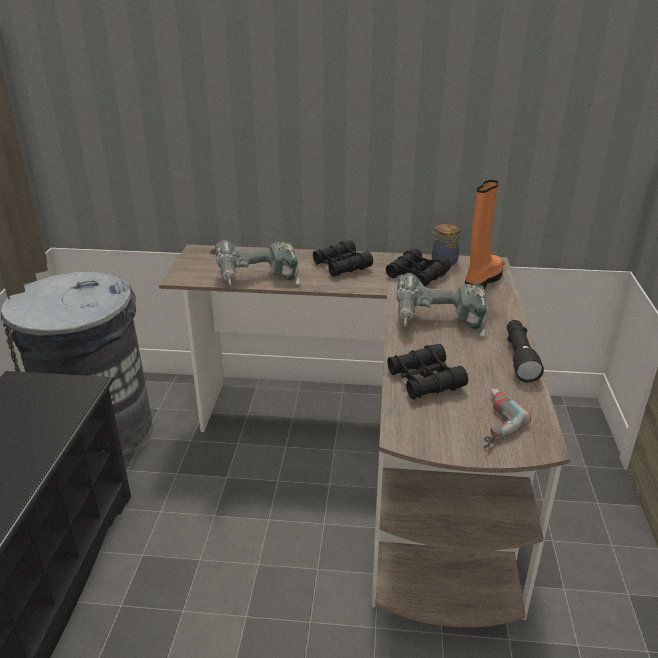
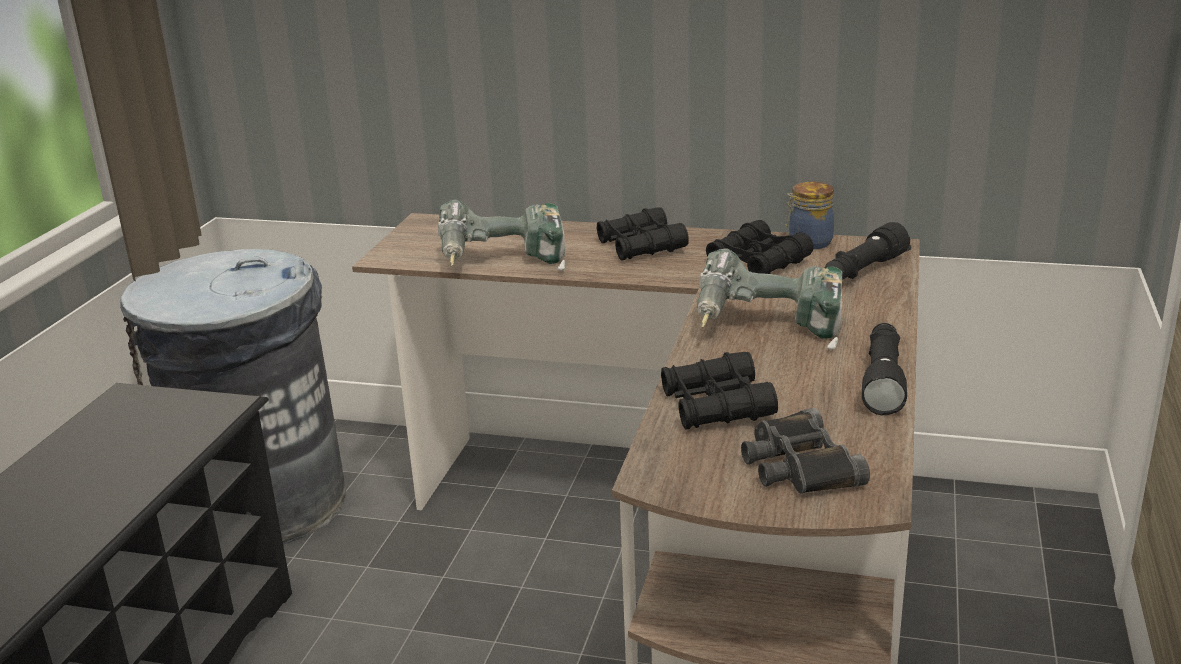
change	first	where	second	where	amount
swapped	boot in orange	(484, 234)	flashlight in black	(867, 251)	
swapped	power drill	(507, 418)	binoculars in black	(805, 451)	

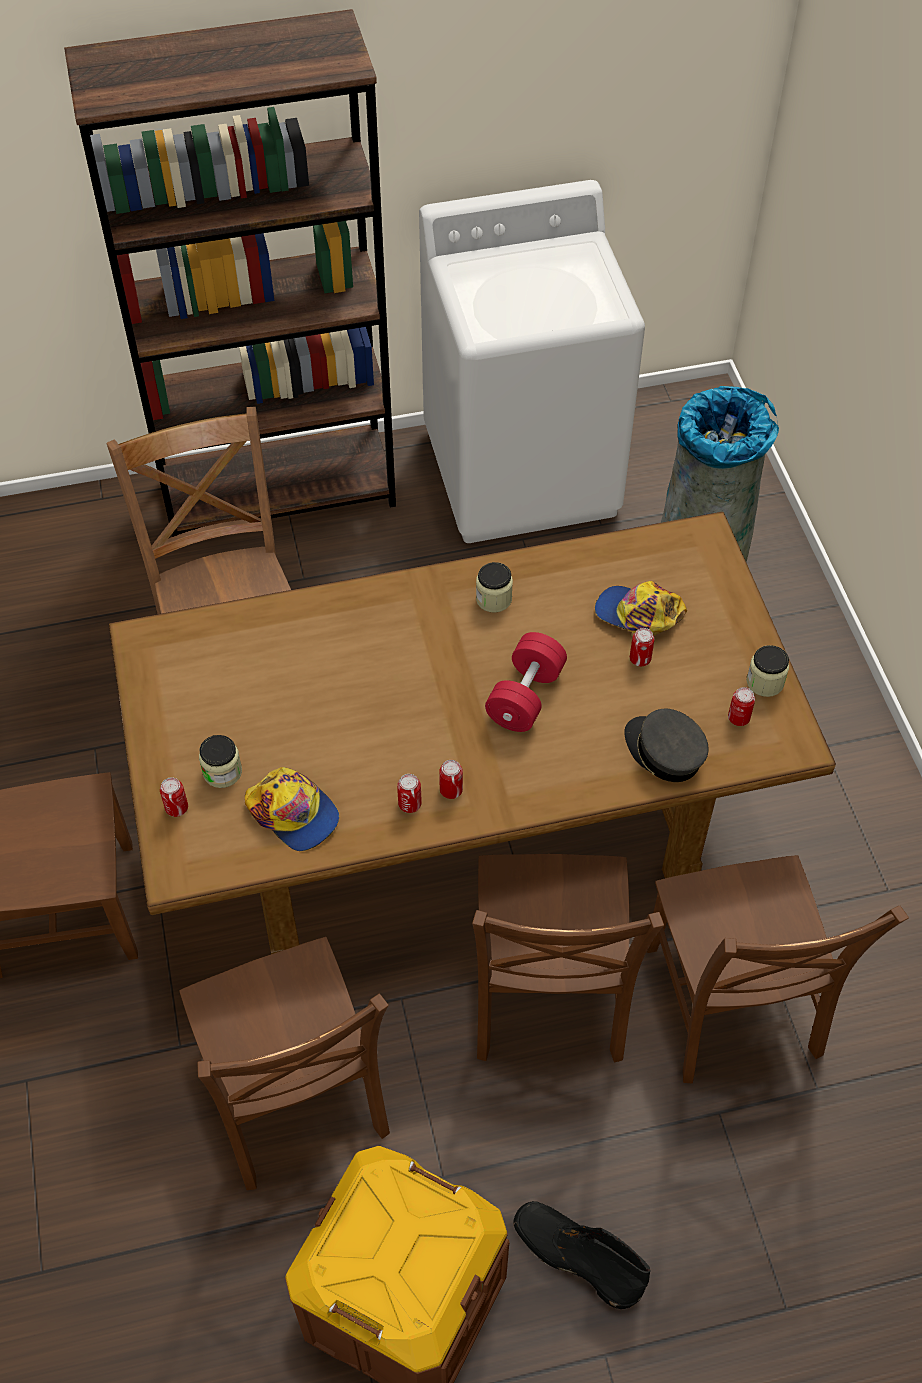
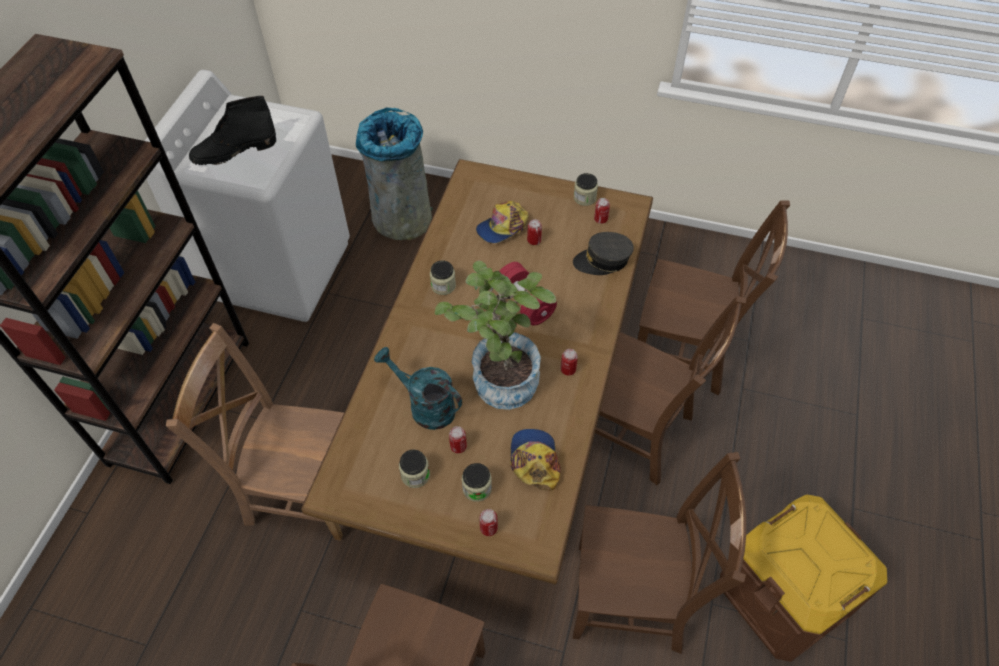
change	first	where	second	where	amount
rotated	cap	(292, 809)		(535, 459)	75 degrees counterclockwise
shifted	can	(409, 793)		(458, 439)	
shifted	boot in black	(582, 1255)		(232, 130)	
new			watering can in turquoise	(418, 388)	
new			jar	(414, 468)	
new			potted plant	(495, 335)	

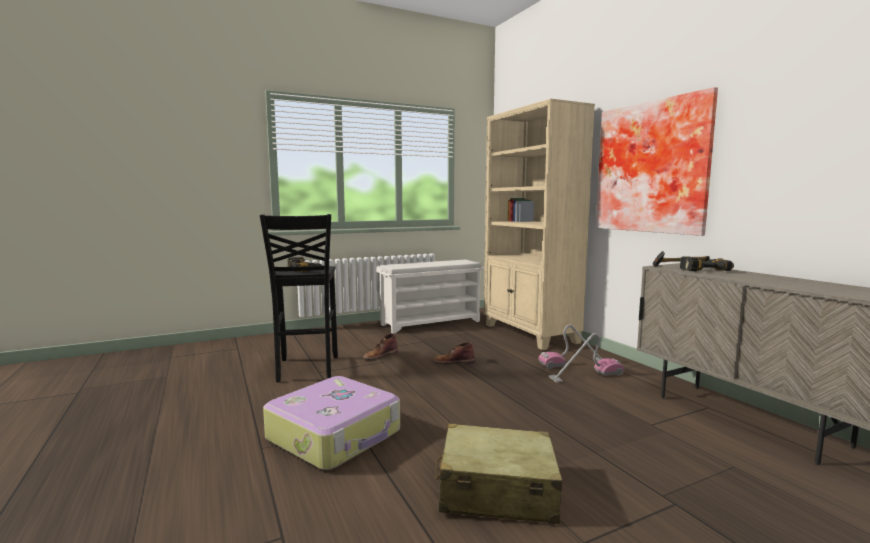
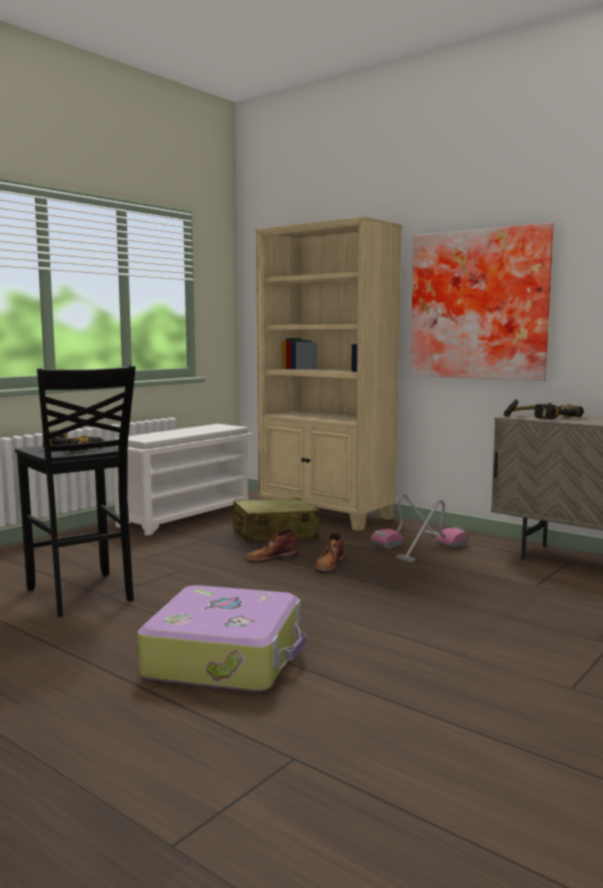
change	first	where	second	where	amount
shifted	boot in brown	(380, 346)		(329, 552)	
shifted	suitcase in beige	(499, 473)		(276, 520)	

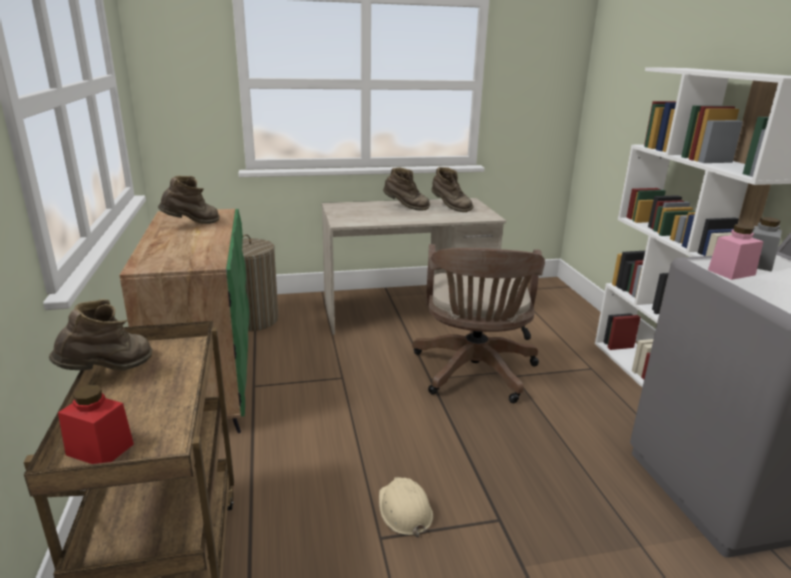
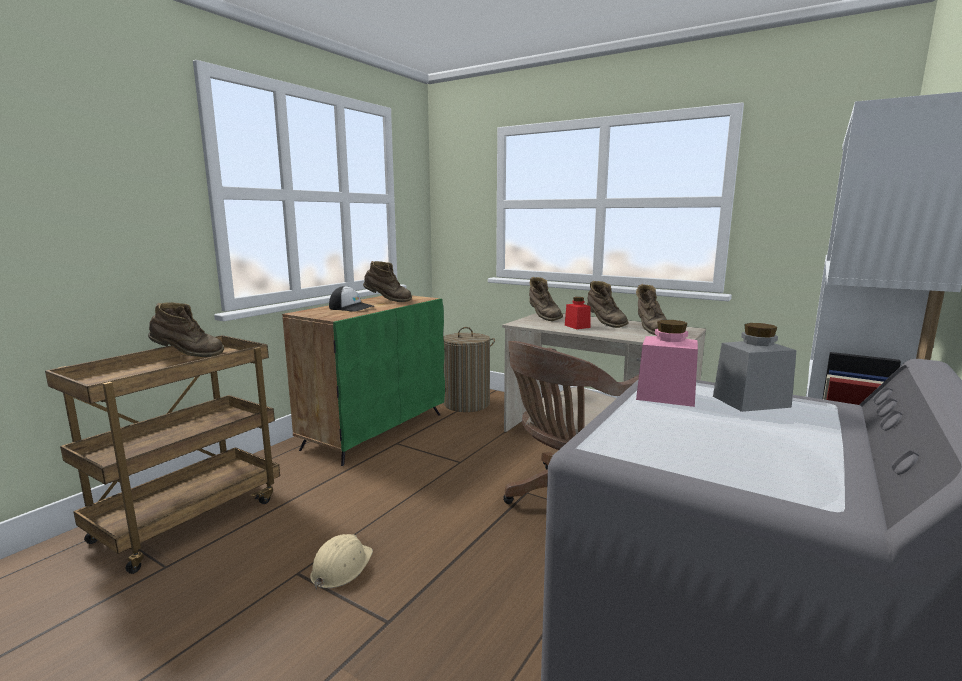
change	first	where	second	where	amount
shifted	jar in red	(96, 424)		(577, 313)	
new			cap	(351, 299)	
new			boot in brown	(546, 299)	

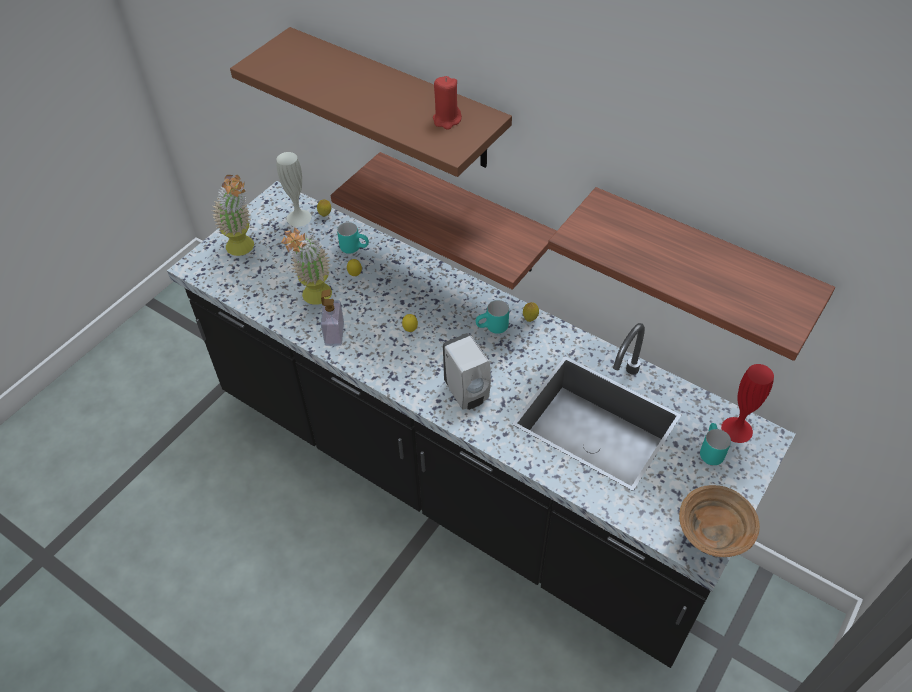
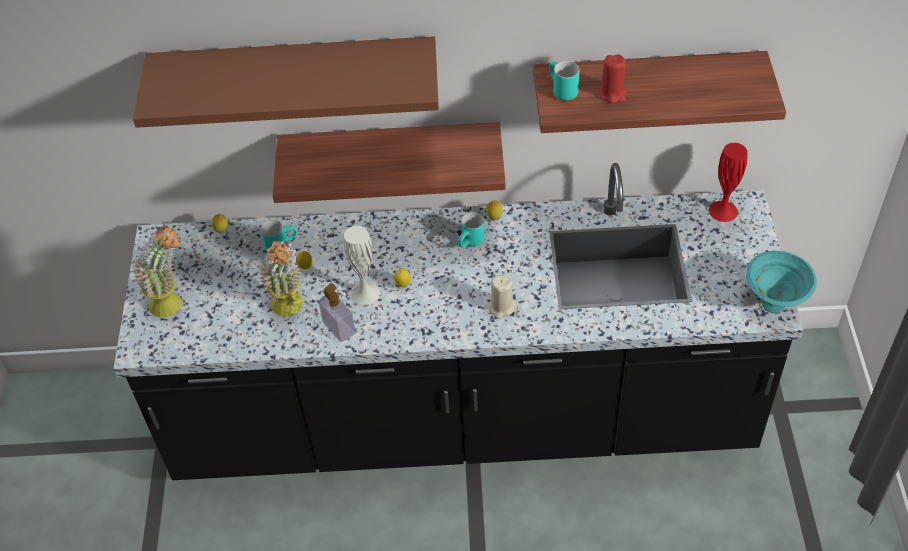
change	first	where	second	where	amount
shifted	vase in white	(294, 189)		(362, 265)	
shifted	candle in red	(447, 103)		(613, 78)	
swapped	soap dispenser in white	(467, 371)	candle in beige	(502, 297)	
repainted	bowl in brown	(719, 521)	bowl in turquoise	(781, 282)	
shifted	mug in turquoise	(715, 444)		(564, 81)	

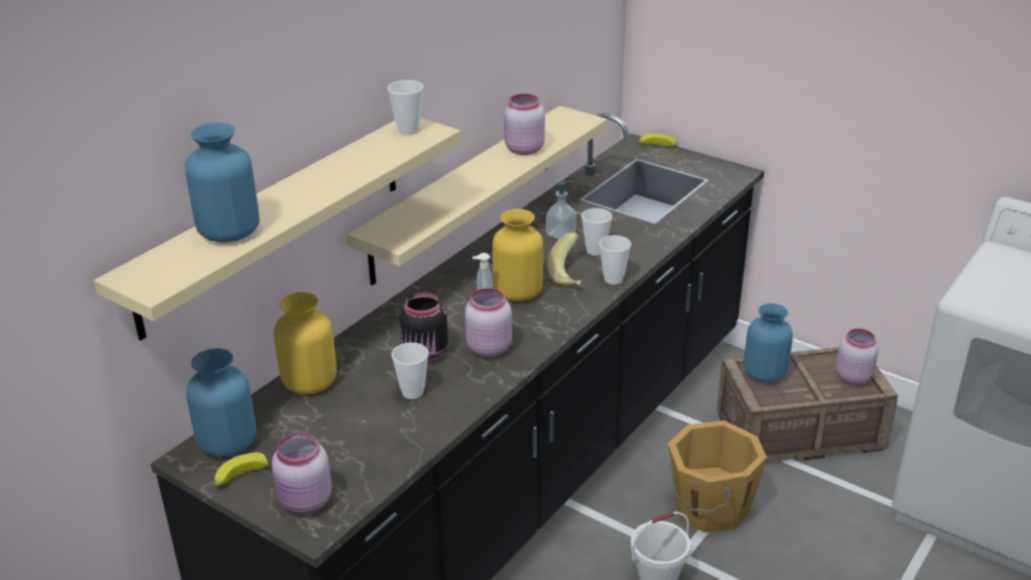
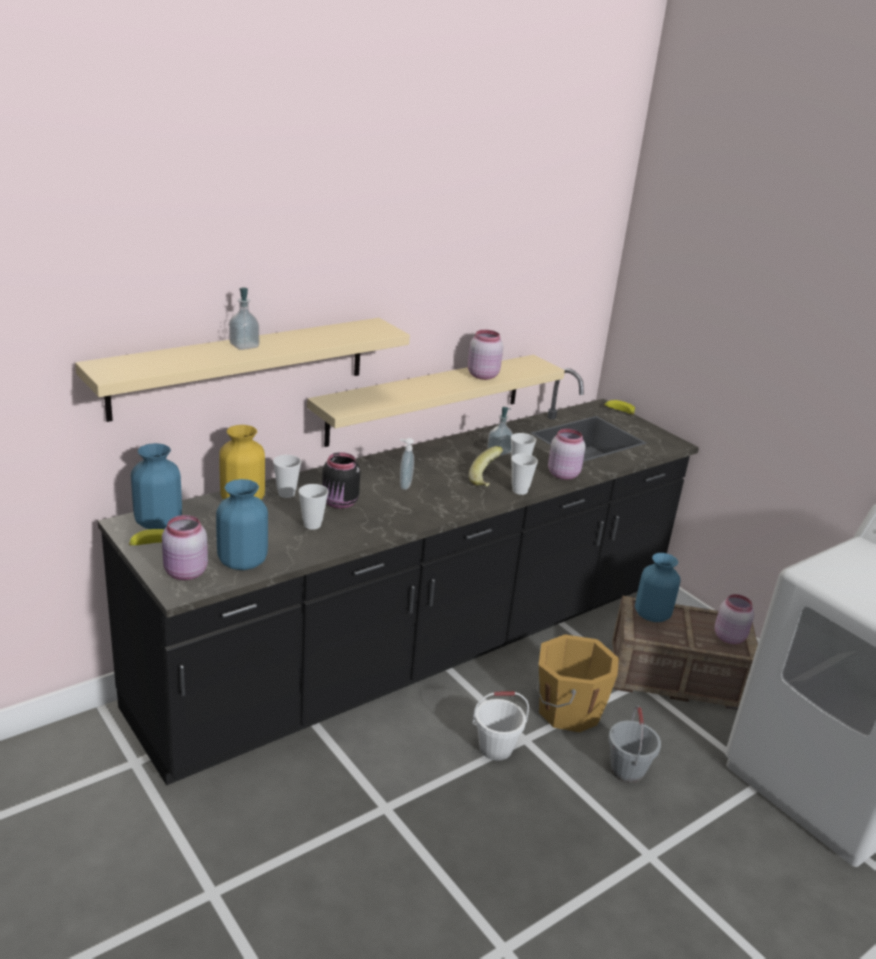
change	first	where	second	where	amount
shifted	vase in blue	(222, 182)		(242, 524)	
shifted	cup	(405, 107)		(287, 476)	
shifted	jar in pink	(488, 322)		(566, 454)	
gone	vase in yellow	(517, 255)			
new			soap dispenser	(244, 319)	
new			bucket in grey	(634, 744)	

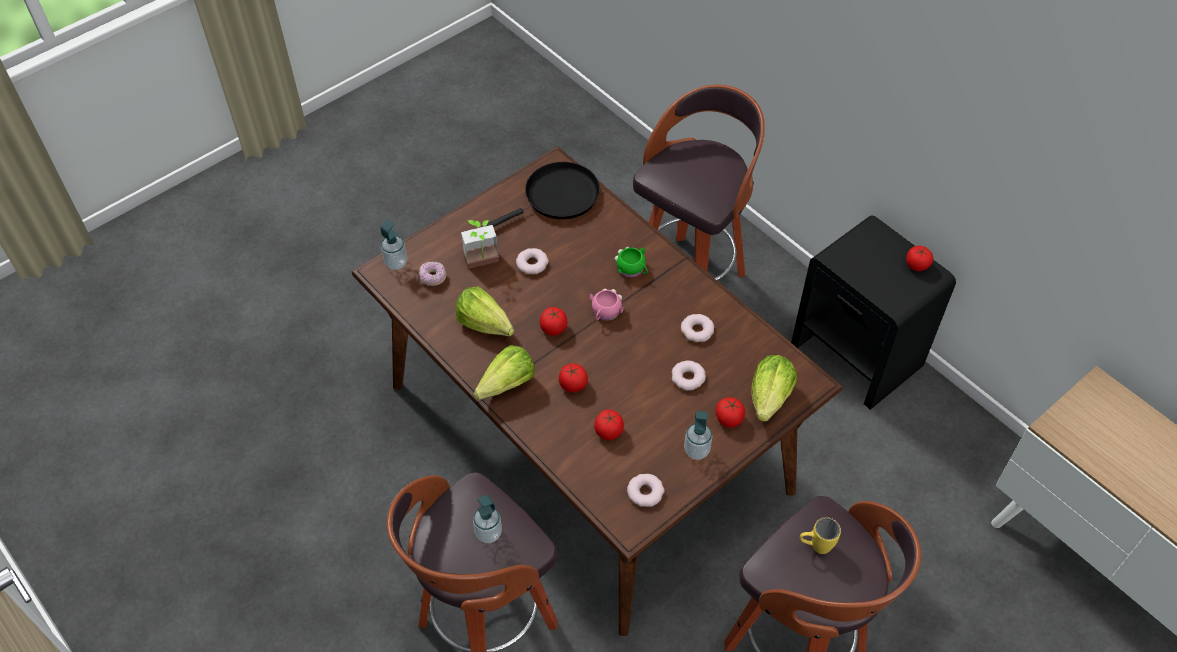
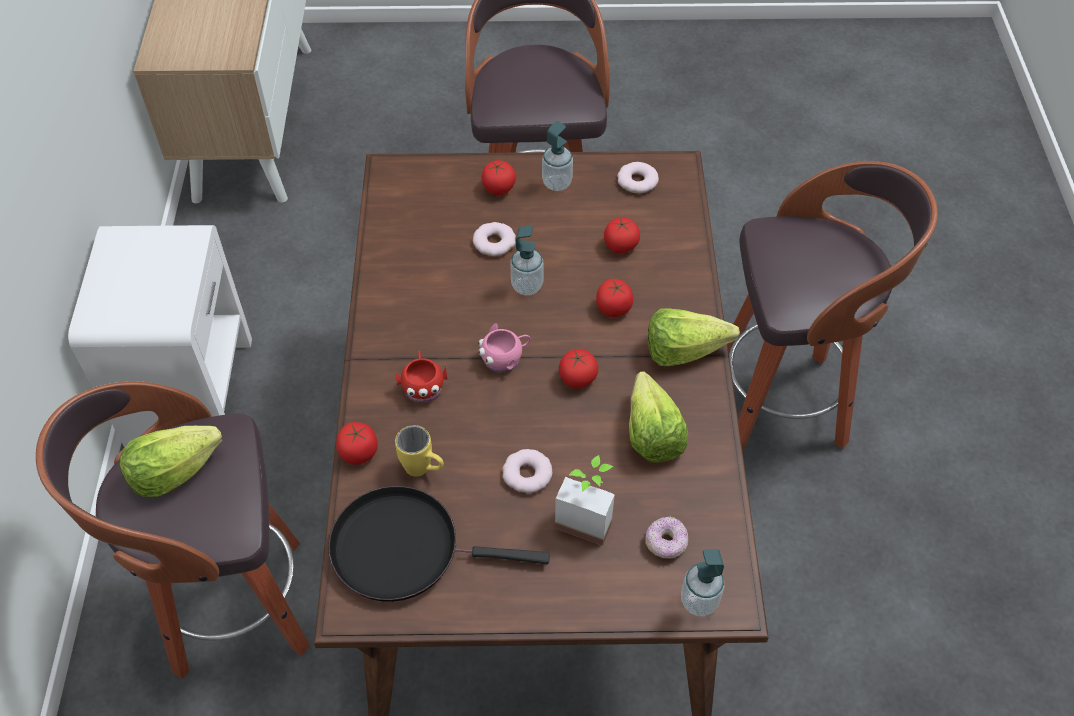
change	first	where	second	where	amount
shifted	soap dispenser	(487, 519)		(527, 260)	
repainted	mug in green	(631, 262)	mug in red	(421, 376)	
gone	donut	(697, 328)			
shifted	lettuce	(774, 388)		(171, 461)	
repainted	nightstand in black	(873, 313)	nightstand in white	(160, 336)	
shifted	mug in yellow	(820, 535)		(419, 451)	
shifted	tomato	(919, 258)		(357, 443)	

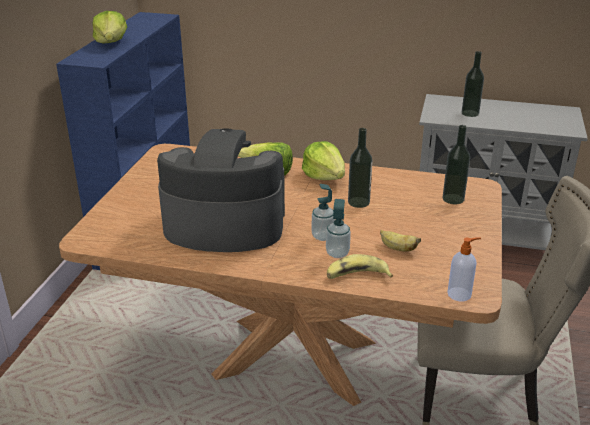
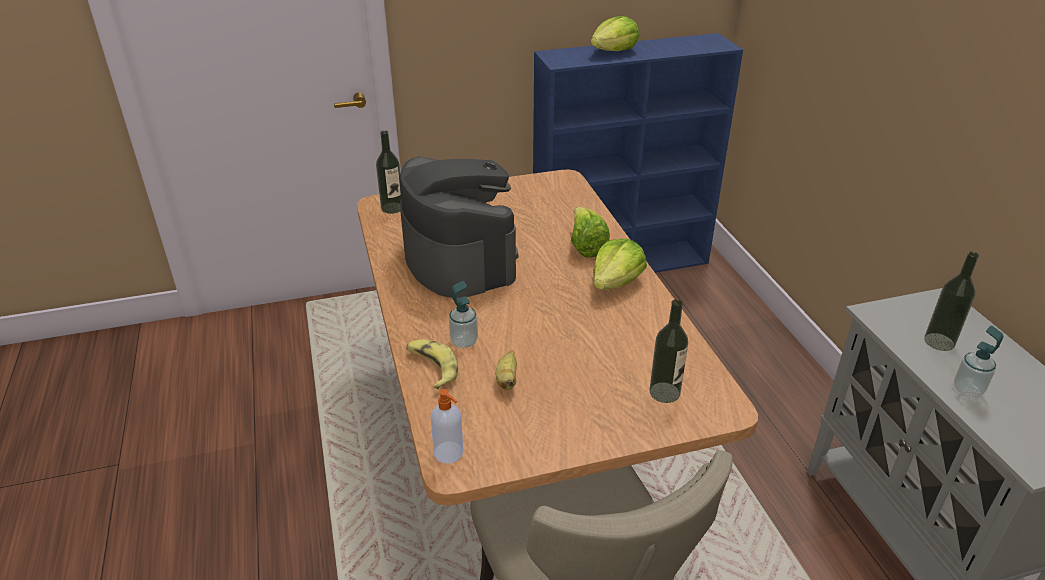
change	first	where	second	where	amount
shifted	soap dispenser	(323, 212)		(978, 361)	
shifted	bottle	(360, 168)		(388, 172)	

